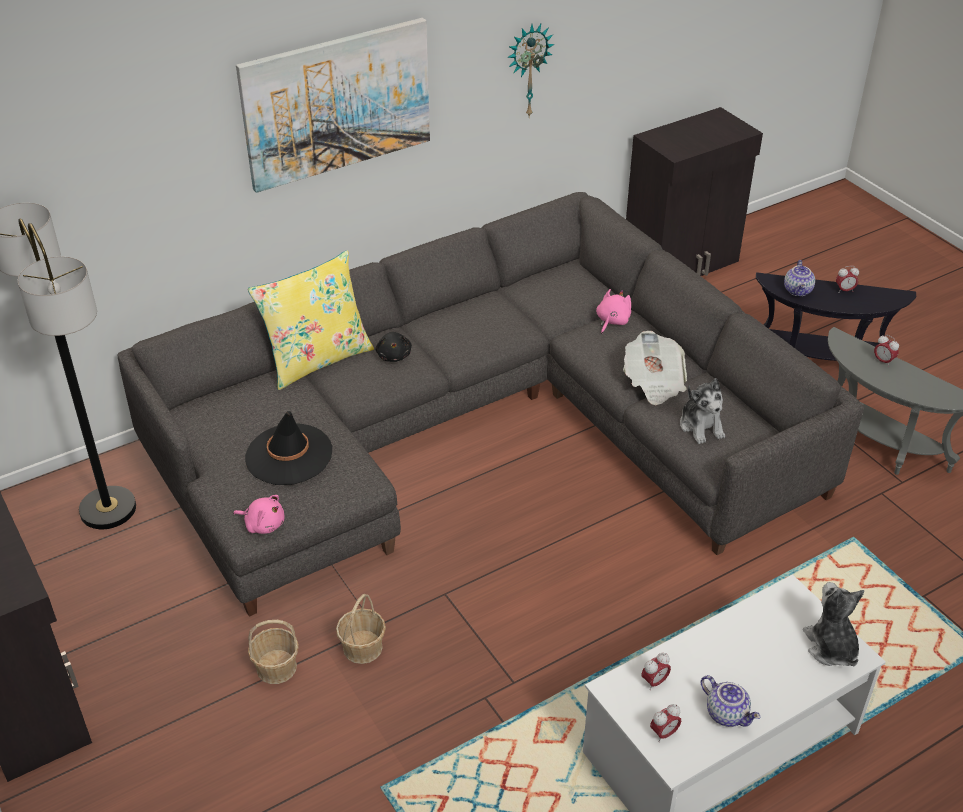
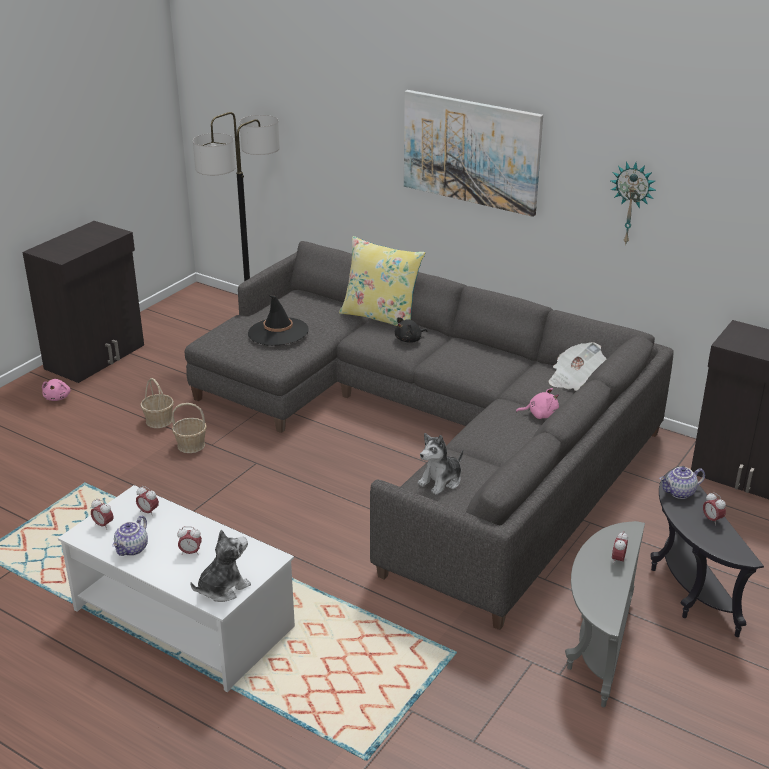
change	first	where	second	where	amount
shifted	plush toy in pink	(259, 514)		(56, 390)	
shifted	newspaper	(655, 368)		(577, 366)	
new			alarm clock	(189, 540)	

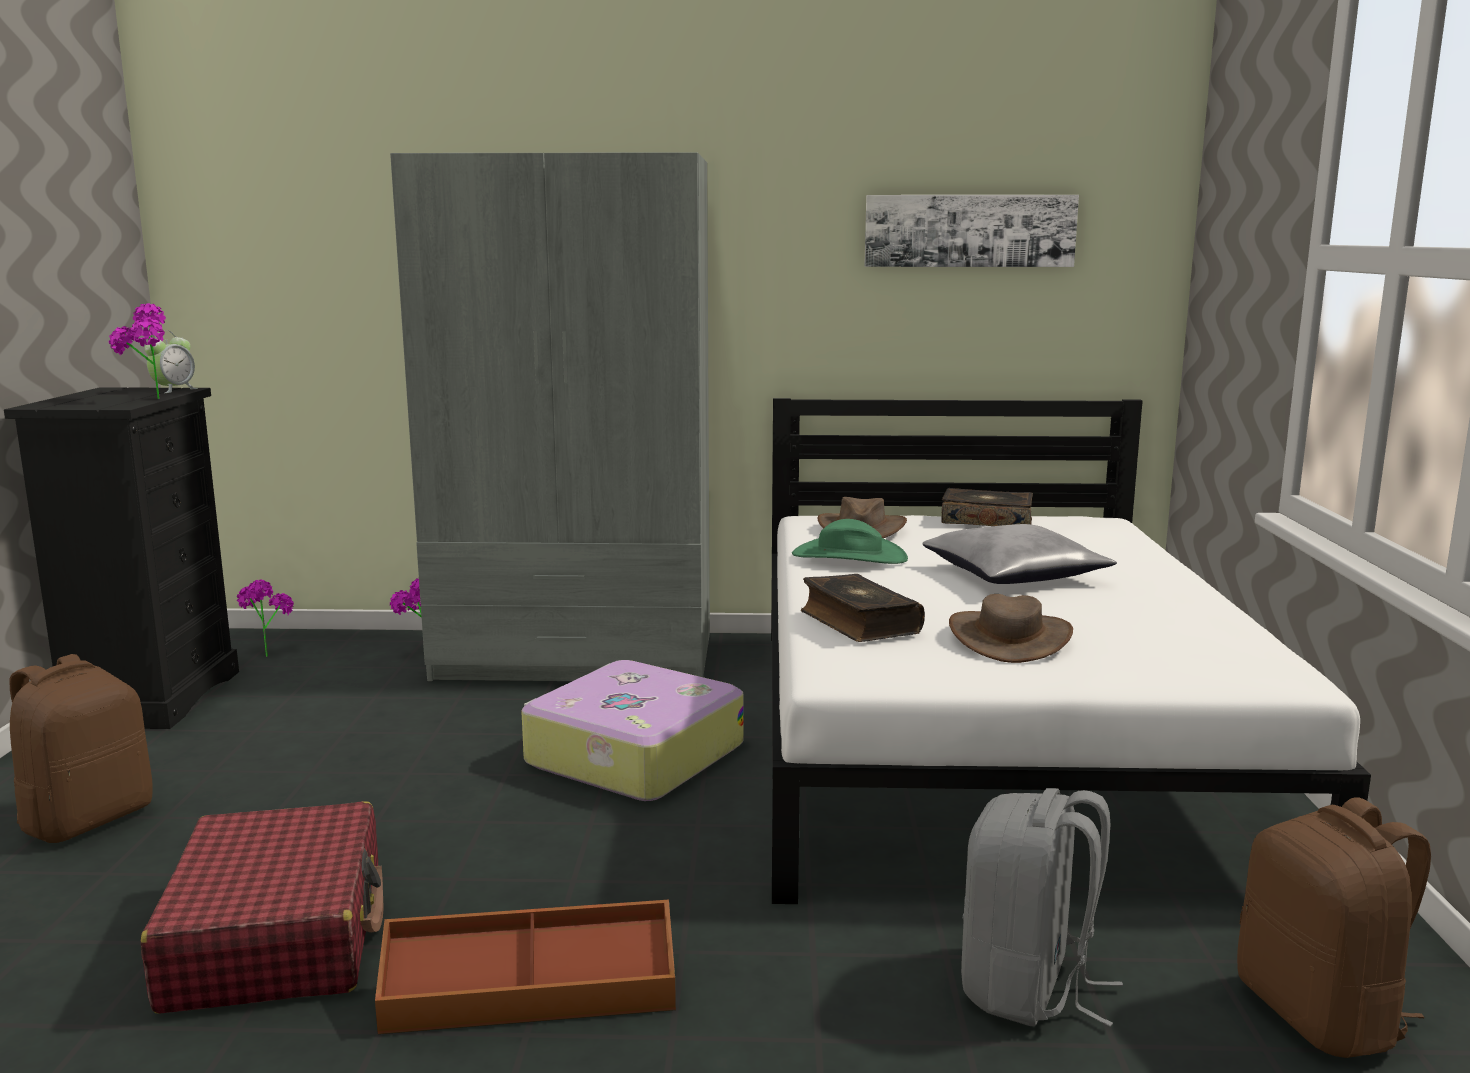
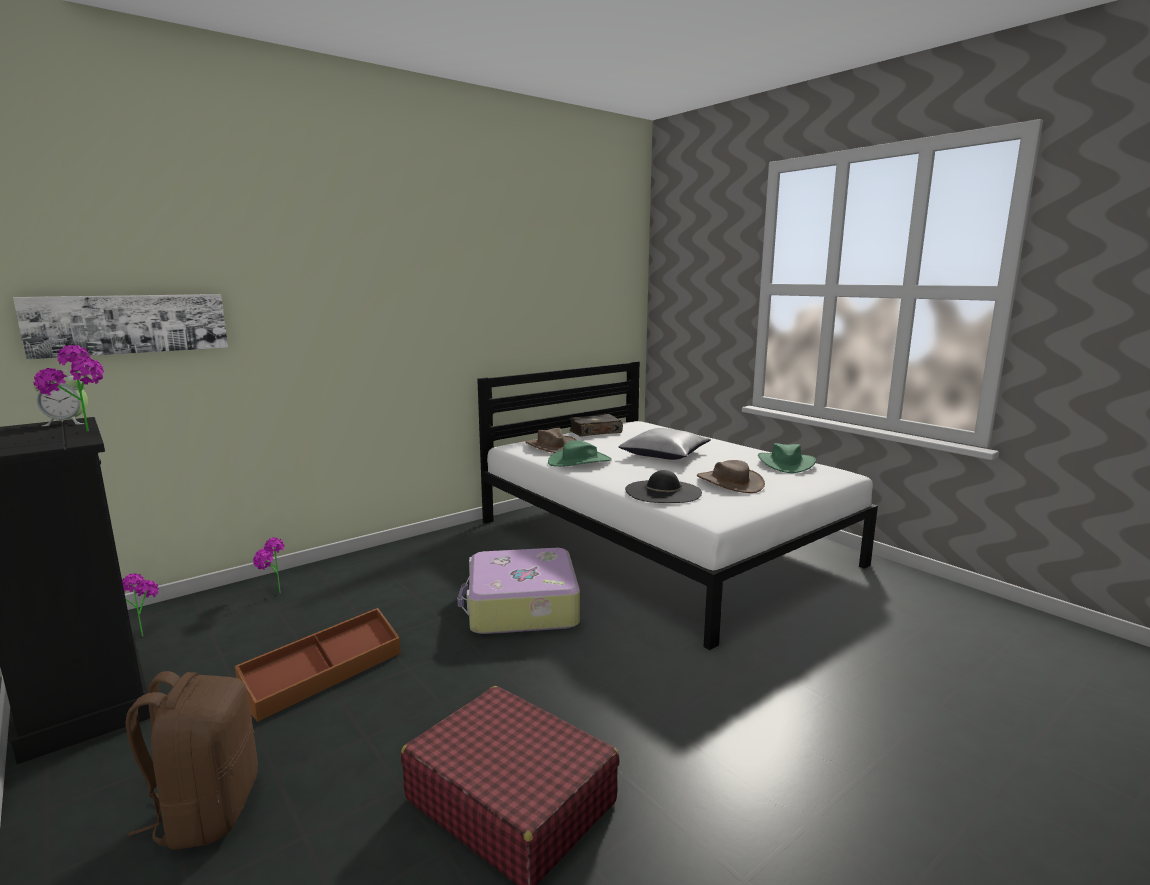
change	first	where	second	where	amount
rotated	alarm clock	(171, 361)		(60, 397)	90 degrees clockwise
shifted	storage box in brown	(525, 967)		(318, 665)	
gone	wardrobe in grey	(550, 416)			
swapped	book	(863, 608)	hat in black	(663, 486)	
shifted	picture	(971, 231)		(120, 327)	
gone	backpack in grey	(1042, 907)			
gone	backpack in brown	(1334, 928)			
new			hat in green	(787, 458)	

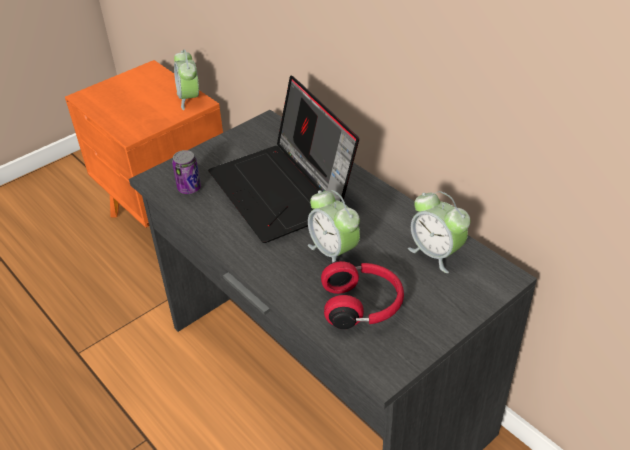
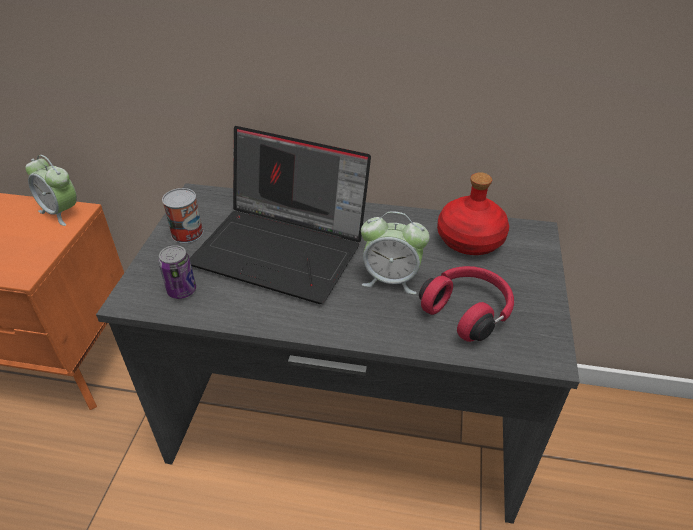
change	first	where	second	where	amount
swapped	alarm clock	(439, 232)	bottle in red	(473, 213)	
new			can	(182, 215)	

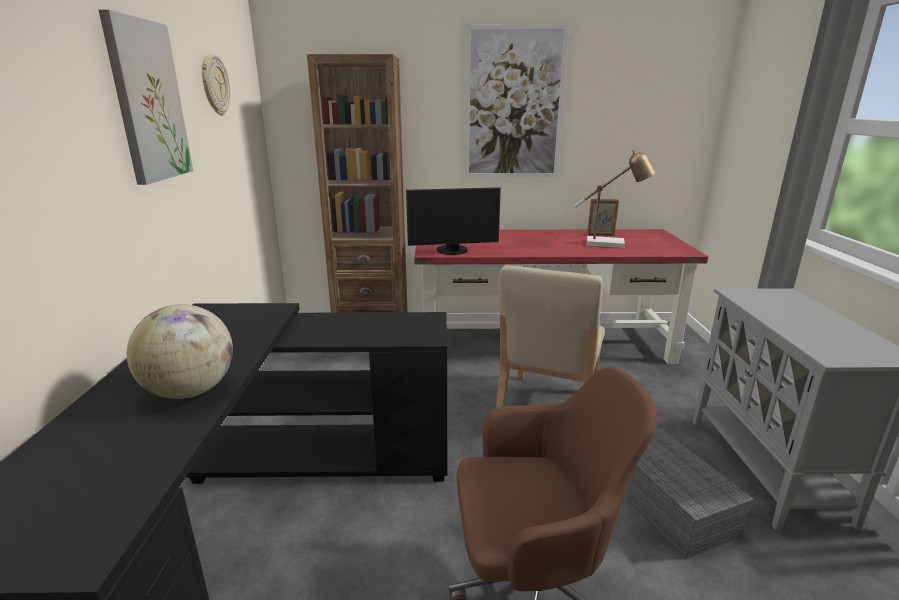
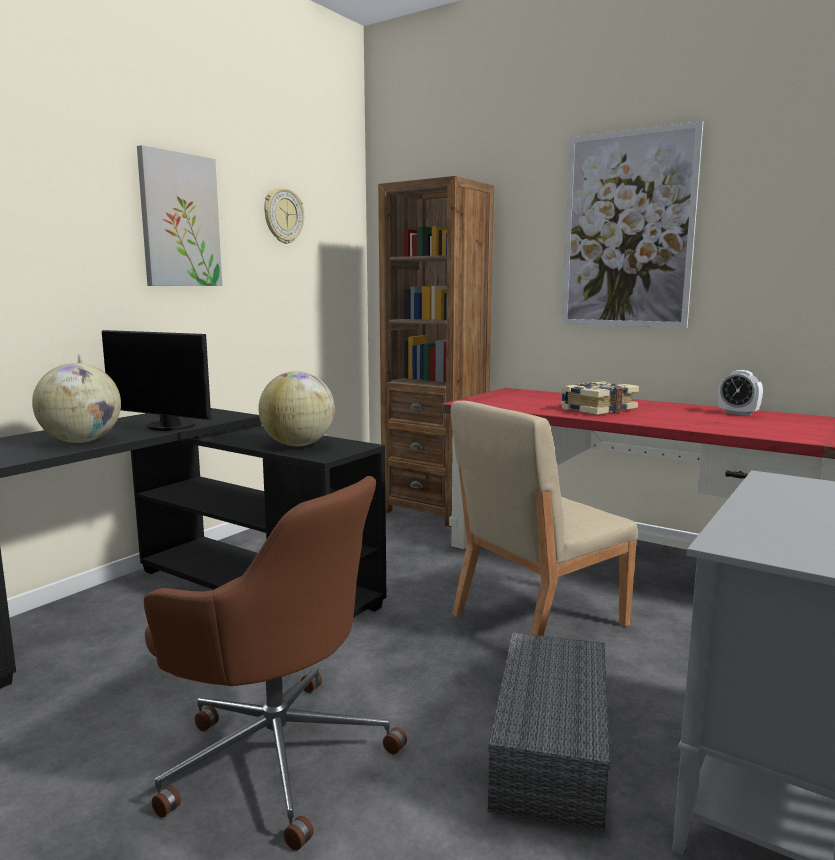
change	first	where	second	where	amount
shifted	monitor	(453, 221)		(156, 380)	
gone	table lamp	(615, 199)			
swapped	picture frame	(603, 217)	alarm clock	(740, 393)	
new			globe	(297, 408)	
new			book	(600, 398)	

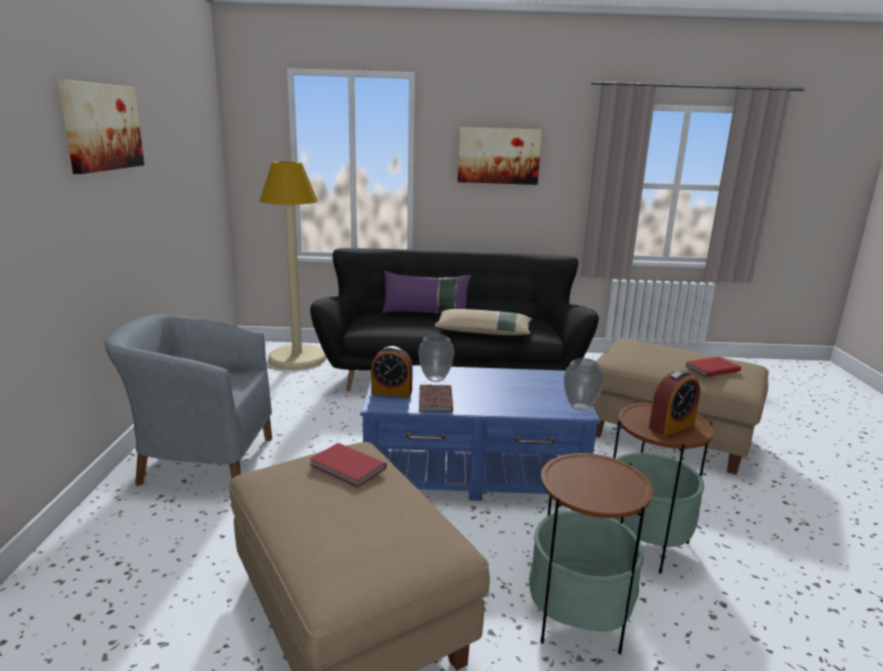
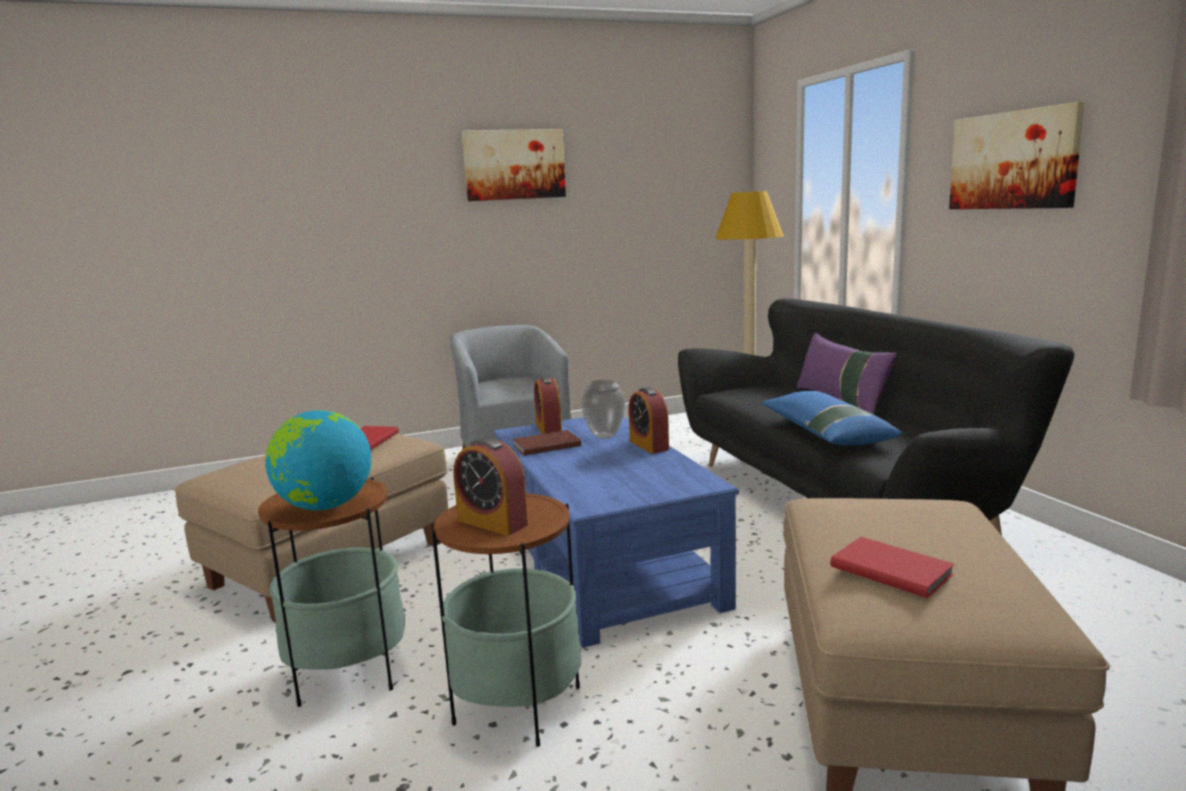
change	first	where	second	where	amount
repainted	pillow in beige	(483, 322)	pillow in blue	(831, 418)	
gone	vase	(584, 384)			
new			globe	(318, 460)	
new			alarm clock	(649, 420)	

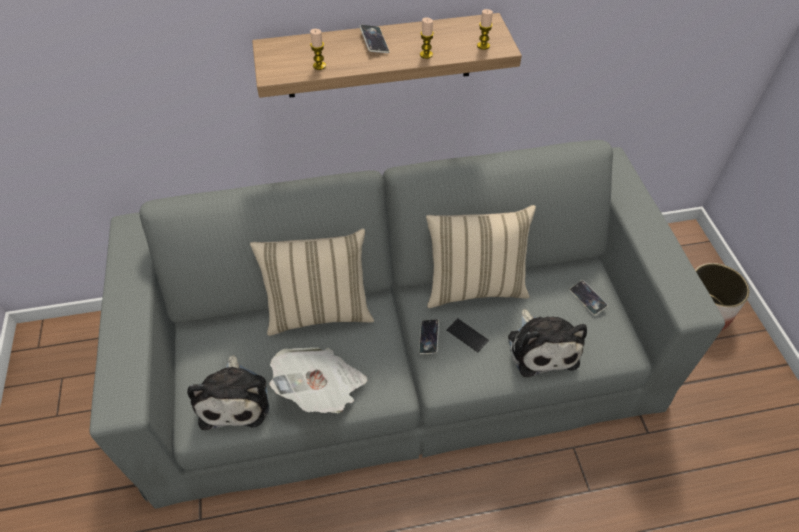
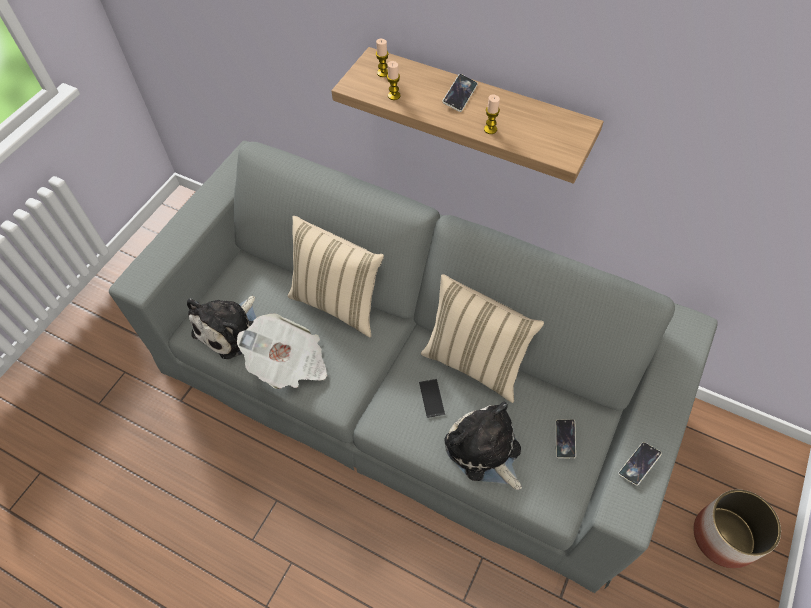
change	first	where	second	where	amount
shifted	phone	(429, 337)		(640, 464)	
shifted	candle	(485, 29)		(382, 58)	
rotated	plush toy	(547, 343)		(483, 446)	120 degrees clockwise

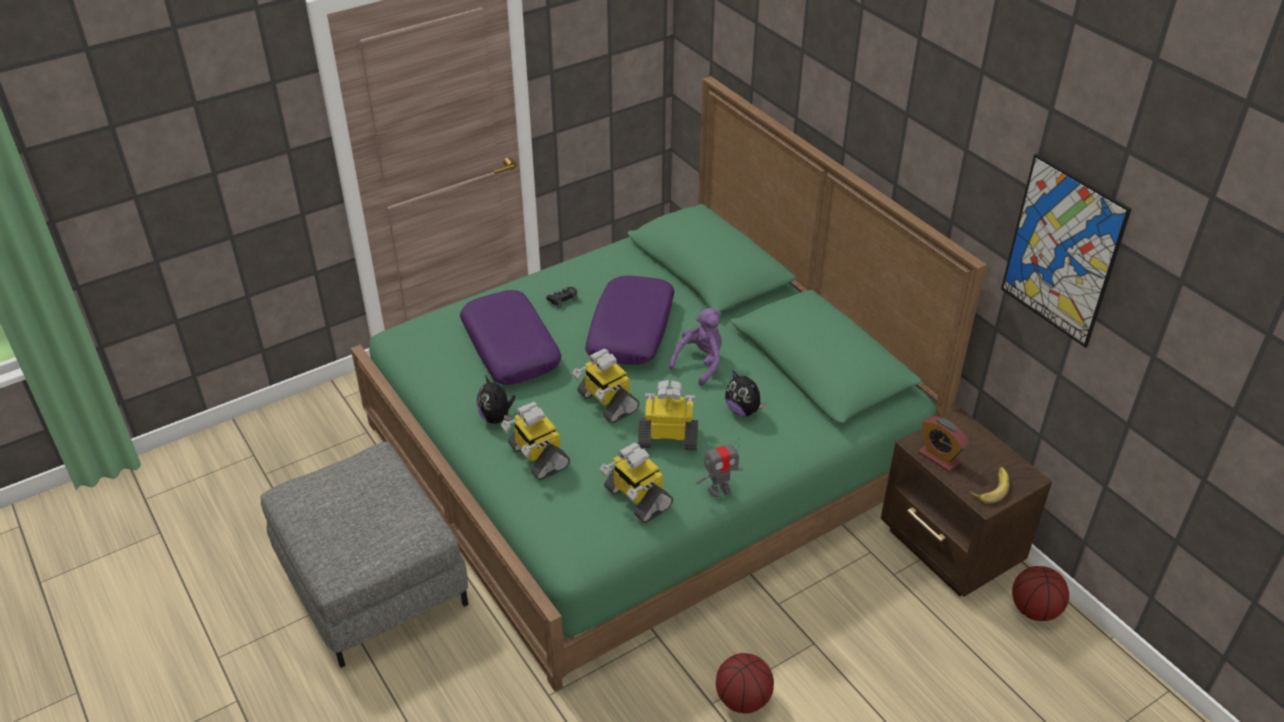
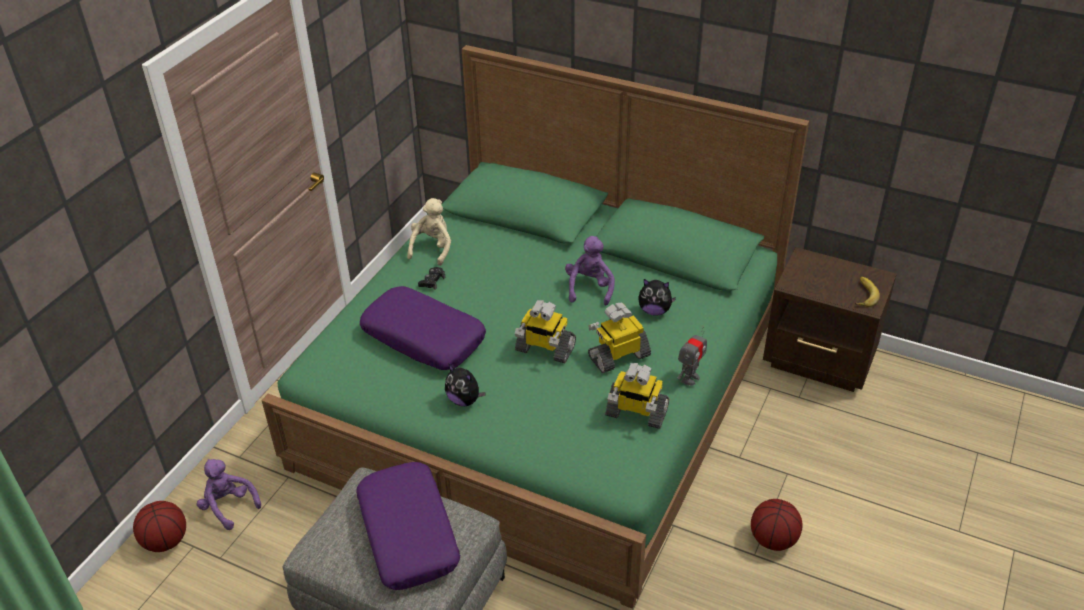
change	first	where	second	where	amount
gone	toy robot	(535, 441)			
shifted	pillow in purple	(629, 320)		(408, 526)	
gone	alarm clock	(943, 444)			
gone	picture	(1066, 251)			
shifted	basketball	(1040, 593)		(159, 526)	
new			plush toy in purple	(228, 494)	
new			plush toy in beige	(429, 232)	

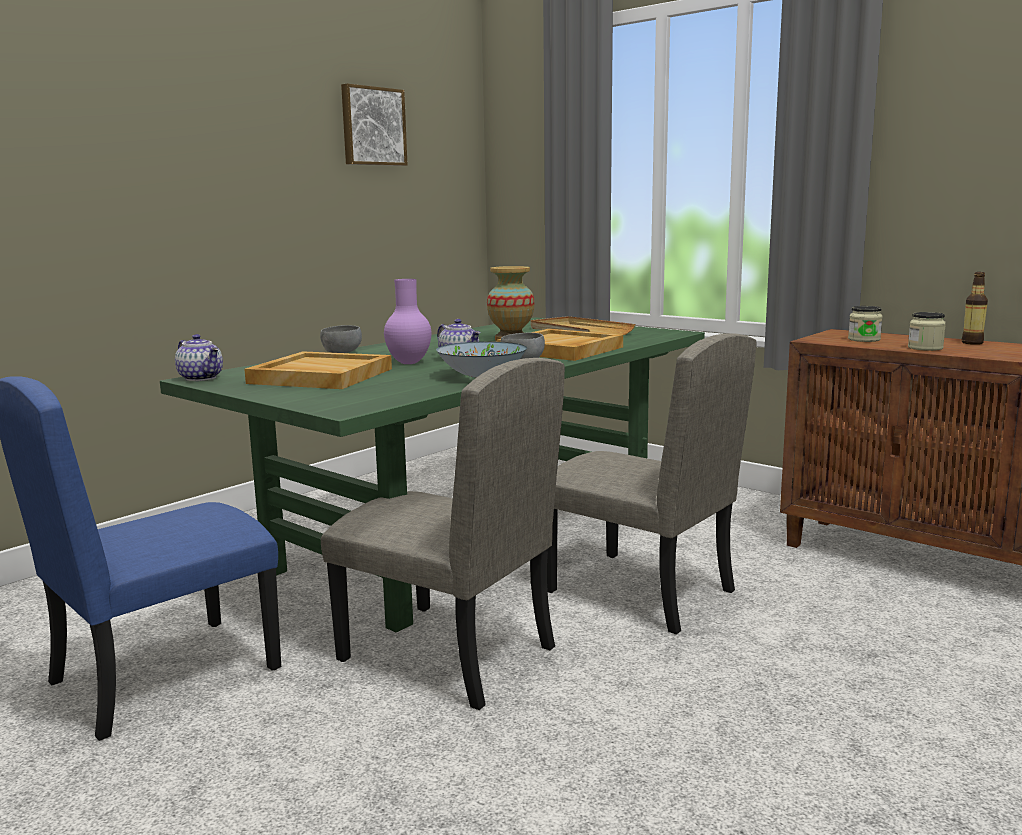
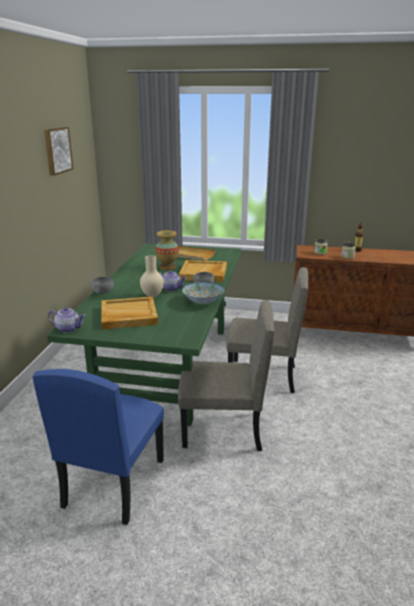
change	first	where	second	where	amount
repainted	vase in purple	(407, 321)	vase in beige	(152, 276)	

